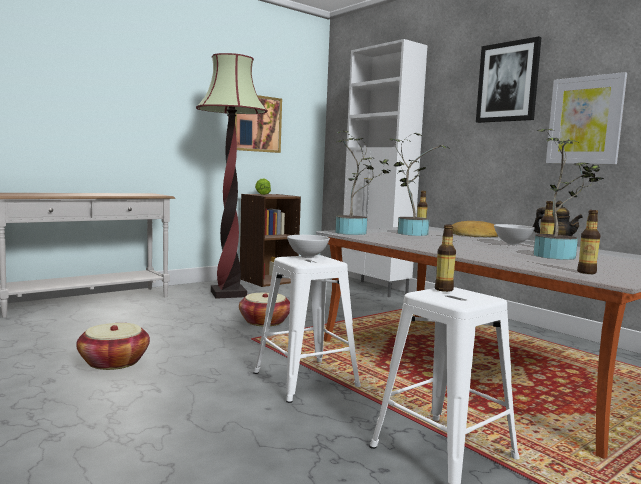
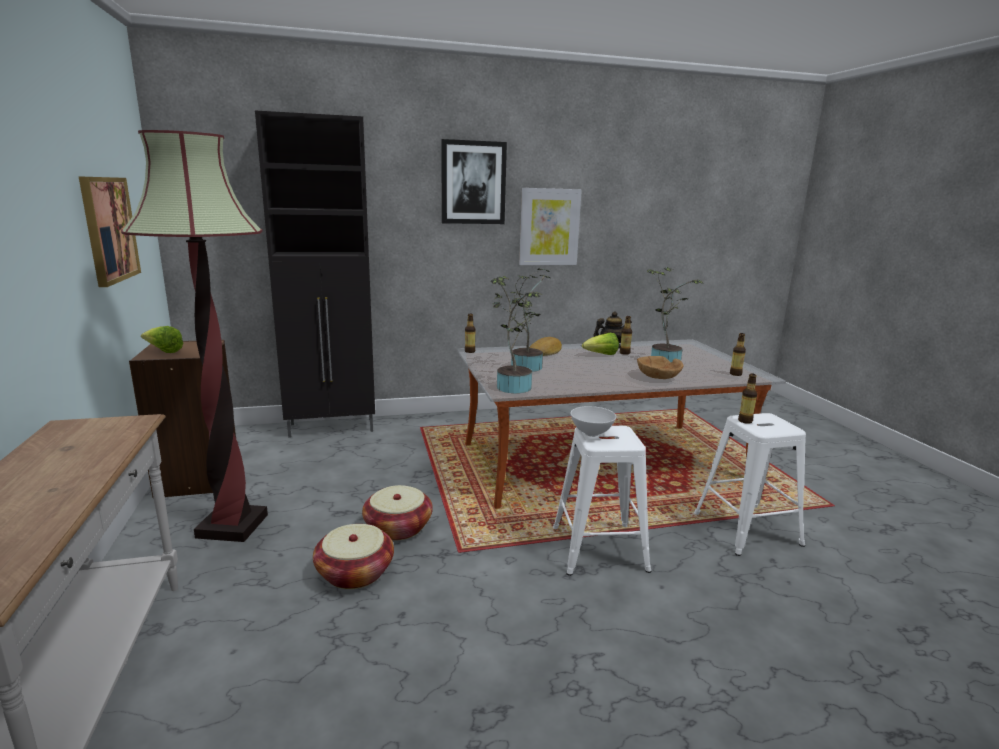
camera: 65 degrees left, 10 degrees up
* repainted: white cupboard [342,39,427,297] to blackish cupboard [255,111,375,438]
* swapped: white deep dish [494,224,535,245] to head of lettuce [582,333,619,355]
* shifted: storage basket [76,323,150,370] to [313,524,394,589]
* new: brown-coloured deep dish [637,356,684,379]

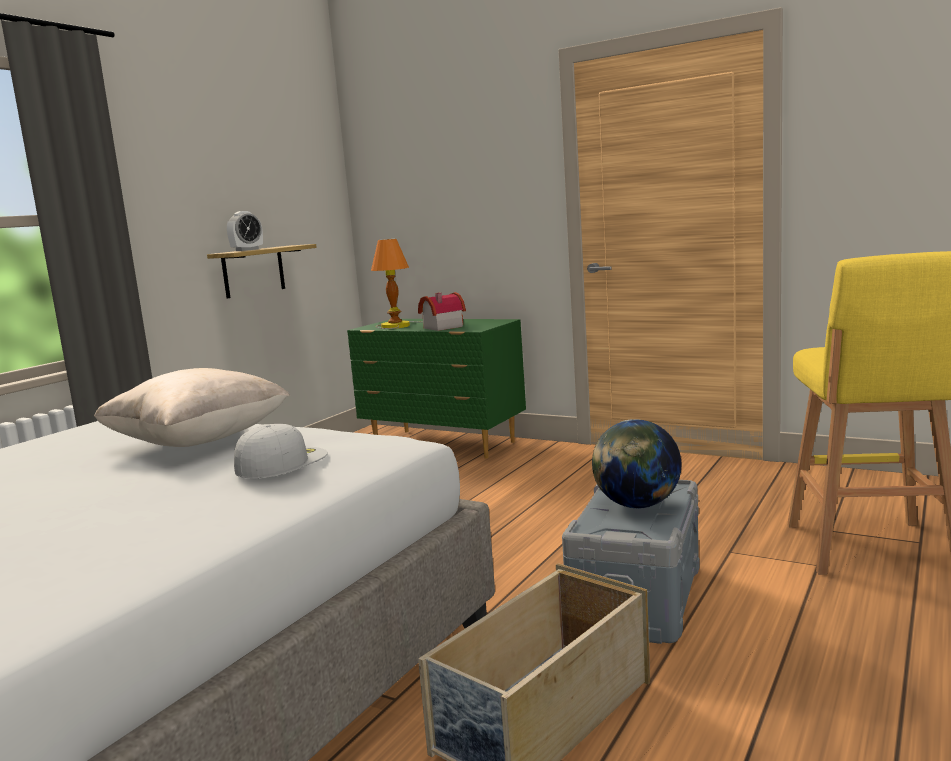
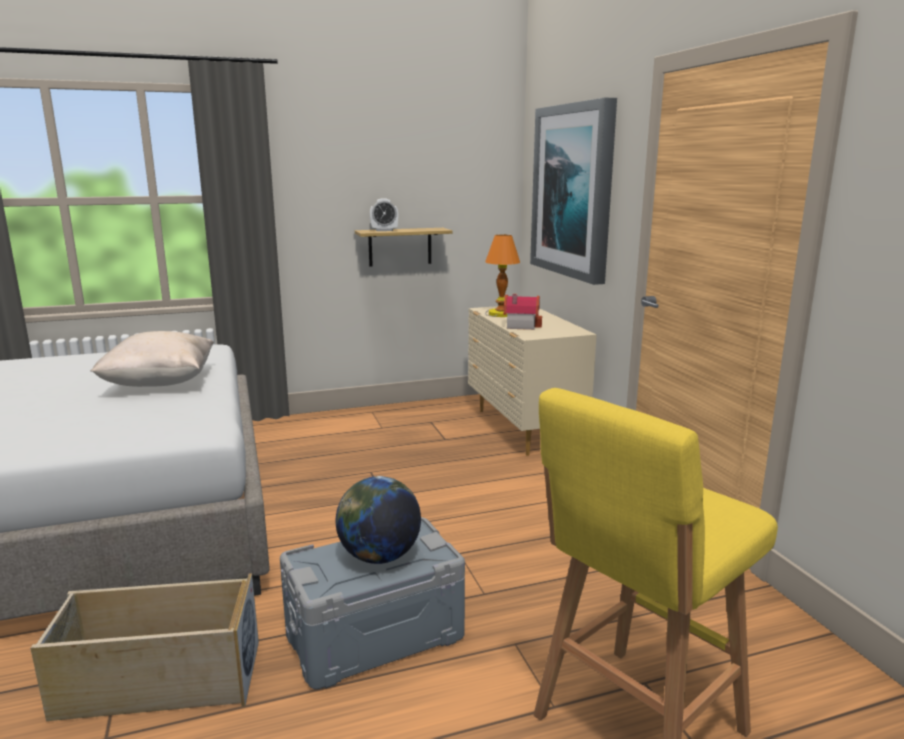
camera: 40 degrees right, 5 degrees up
* repainted: green-coloured chest of drawers [347,319,526,459] to beige chest of drawers [468,306,597,456]
* gone: white cap [234,424,328,478]
* new: wall picture [530,98,617,285]

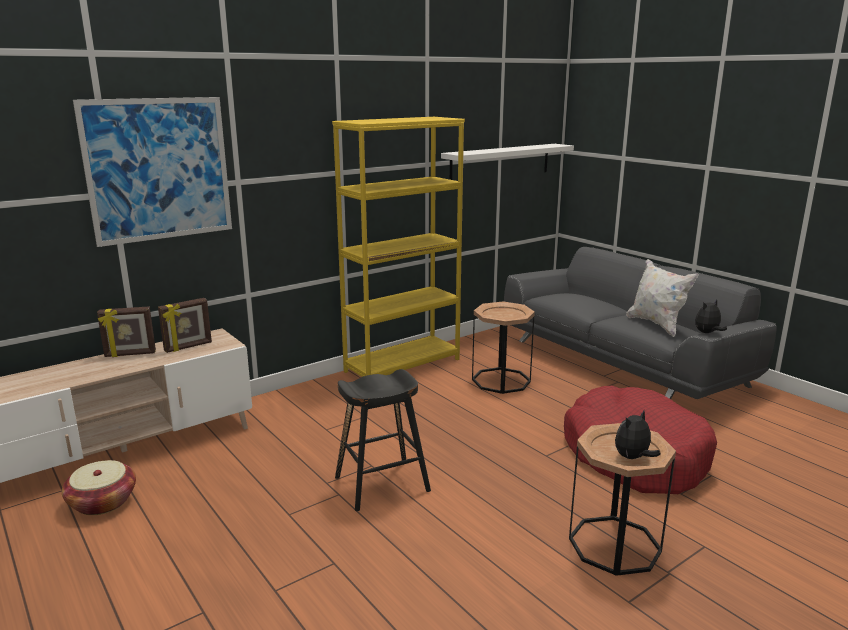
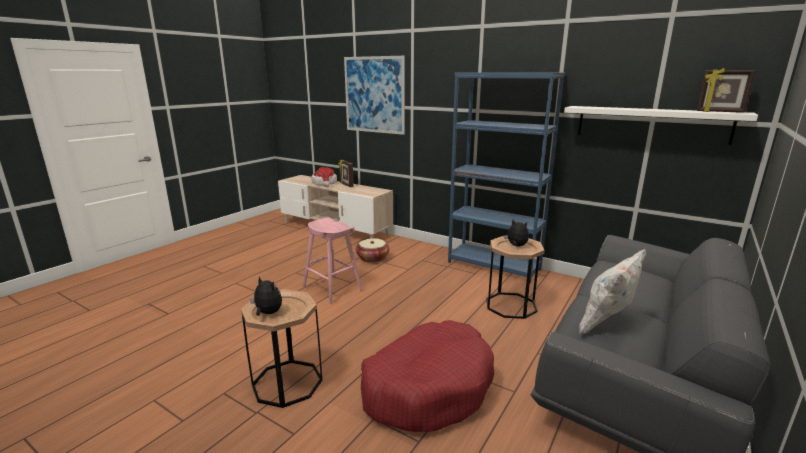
camera: 70 degrees right, 0 degrees up
* repainted: yellowish shelving unit [332,117,465,377] to blue shelving unit [448,72,565,283]
* shifted: picture frame [158,298,212,353] to [697,68,756,113]
* shifted: cuddly toy [695,299,727,333] to [504,220,529,247]
* repainted: blackish stool seat [335,369,431,511] to pink stool seat [303,217,362,304]
* shifted: storage basket [62,460,136,515] to [356,238,390,263]
* new: clothing hat [312,167,337,187]

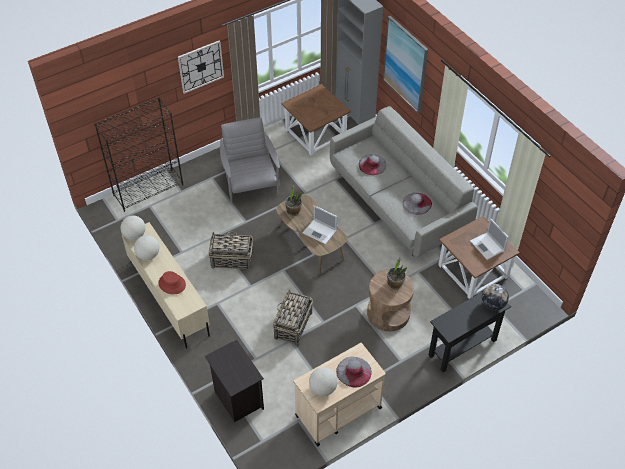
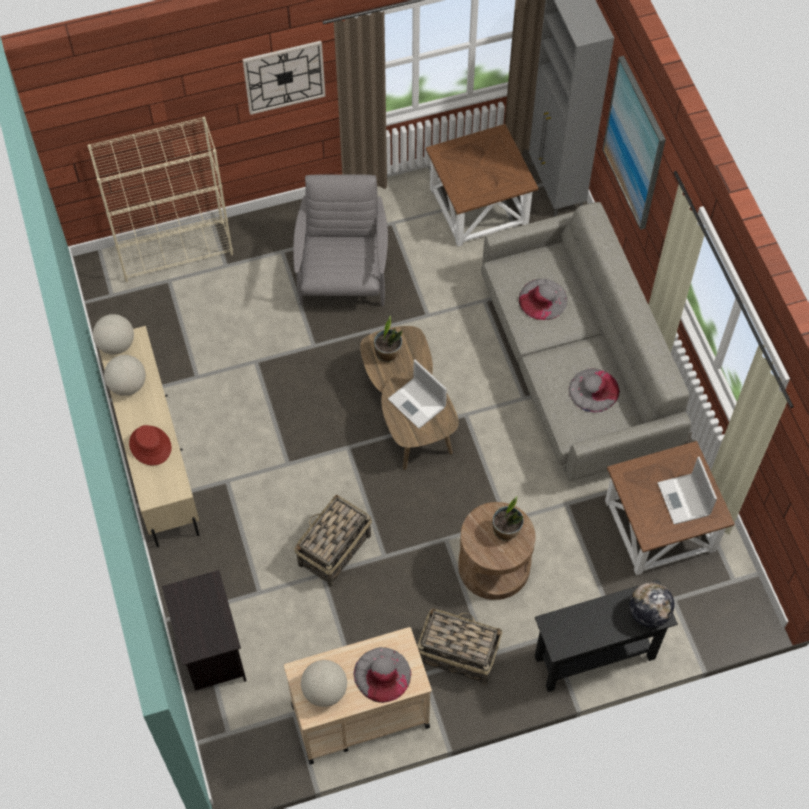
camera: 15 degrees right, 10 degrees up
* repainted: blackish shelving unit [94,97,183,212] to beige shelving unit [88,117,233,282]
* shifted: storage basket [208,231,253,270] to [417,608,503,686]

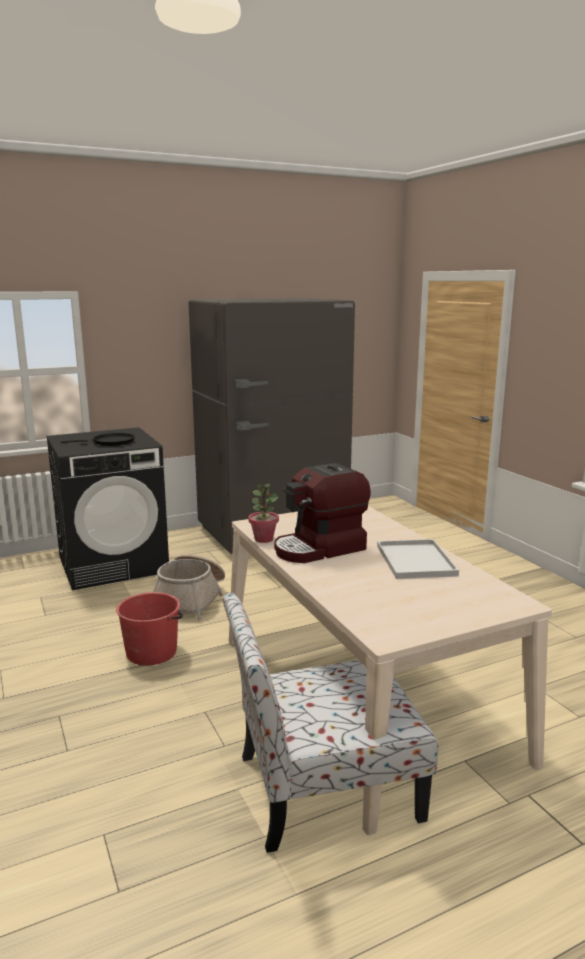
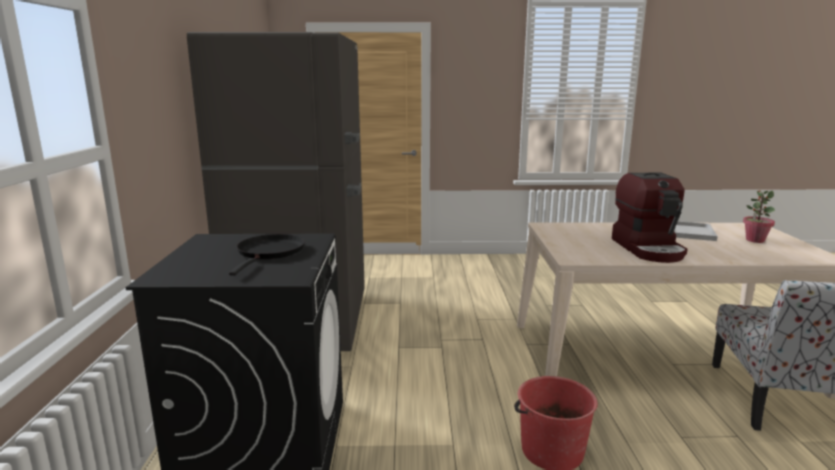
camera: 65 degrees left, 0 degrees up
* shifted: houseplant [248,484,279,543] to [743,190,775,243]
* gone: storage basket [153,554,225,621]

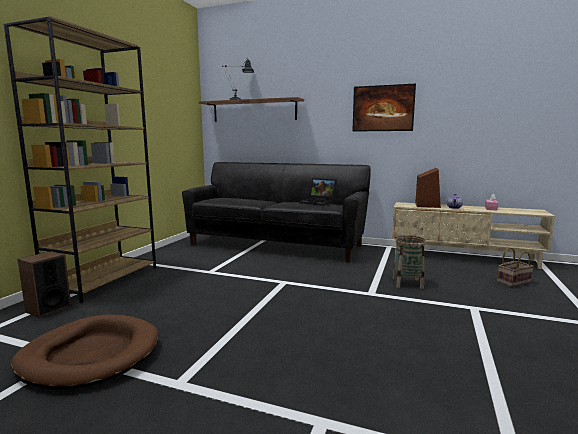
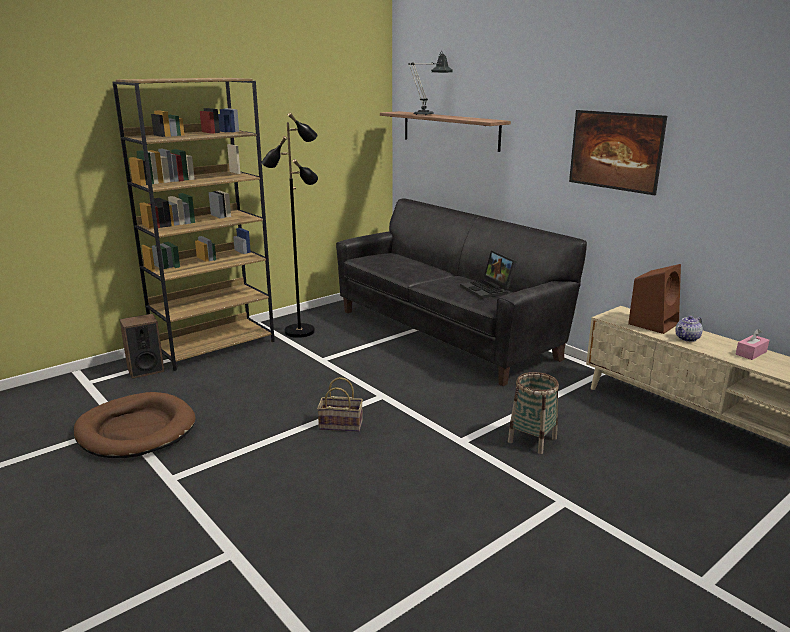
camera: 30 degrees right, 10 degrees up
* shifted: storage basket [497,247,534,287] to [317,377,363,432]
* new: blackish floor lamp [262,112,318,338]

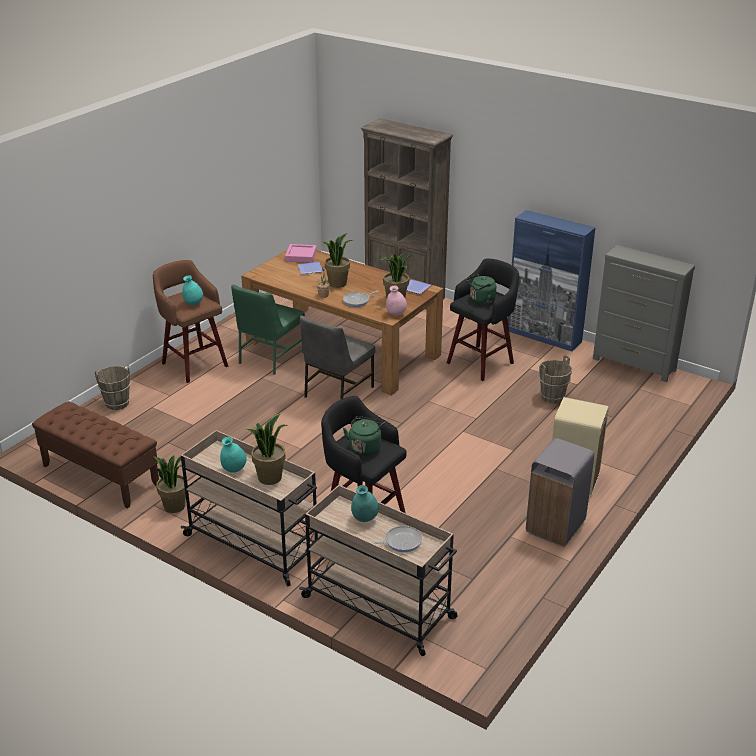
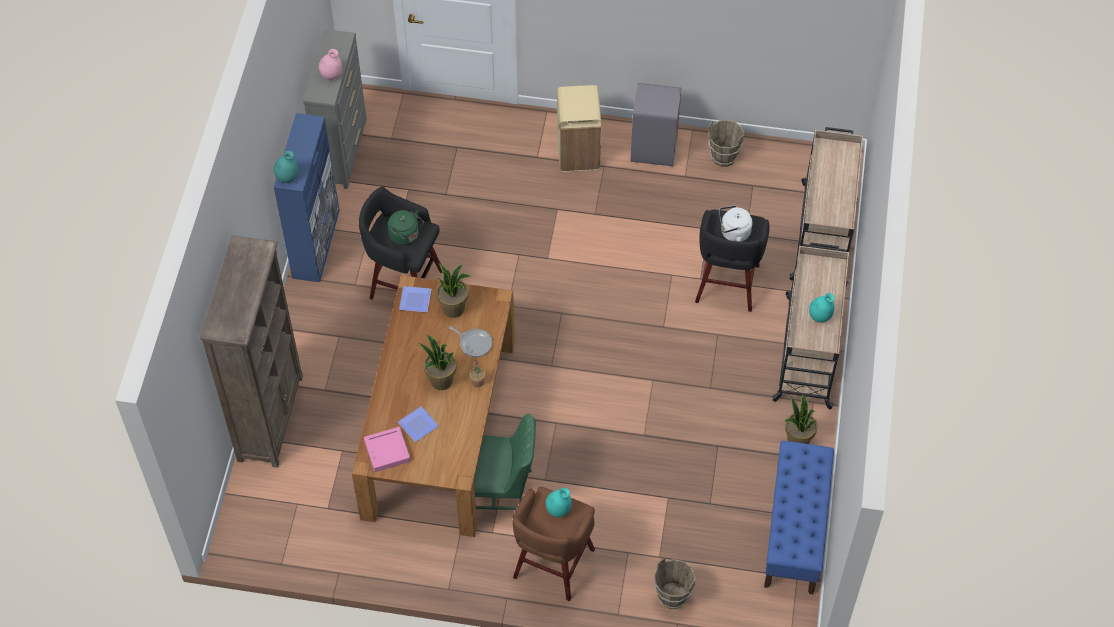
camera: 115 degrees left, 25 degrees up
* shifted: pink decorative vase [386,286,407,316] to [319,49,342,80]
* gone: gray plain chair [300,316,375,400]
* shifted: brown-coloured water bucket [539,355,572,403] to [708,120,744,167]
* repainted: brown-coloured indoor bench [32,401,159,508] to blue indoor bench [764,441,834,594]
* gone: houseplant [246,414,288,485]
* repainted: green-coloured tea kettle [343,416,385,456] to white tea kettle [719,205,752,242]
* shifted: turquoise-coloured decorative vase [351,485,379,522] to [274,151,298,183]
* gone: pan [371,526,422,552]

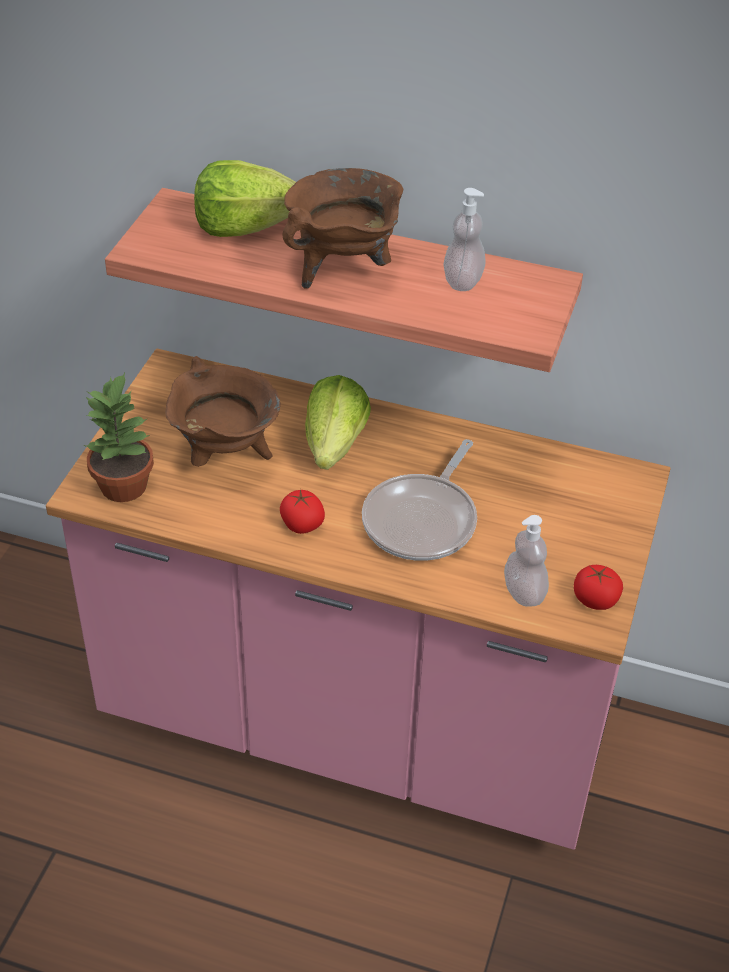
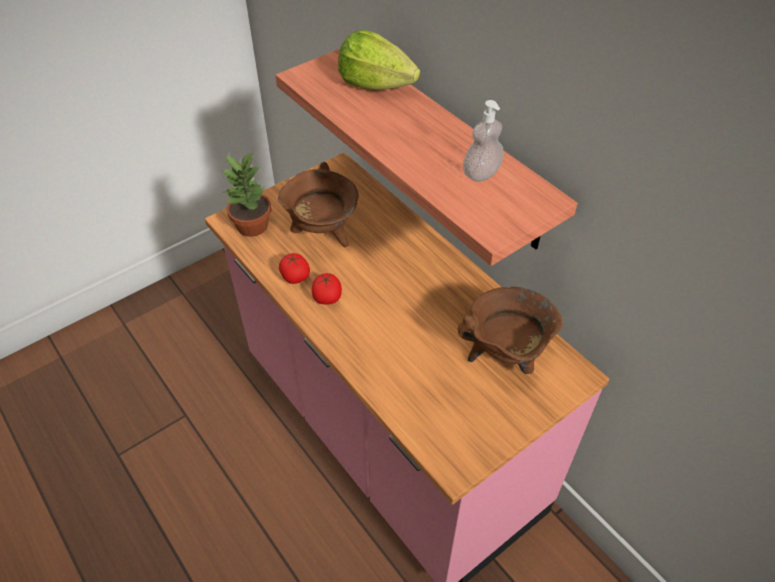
camera: 35 degrees right, 5 degrees up
* shifted: brown-coloured cooking pot [282,168,404,288] to [458,287,563,374]
* gone: head of lettuce [305,375,371,470]
* gone: pan [362,439,477,561]
* gone: liquid soap bottle [504,515,549,607]
* shifted: tomato [574,565,623,610] to [279,253,310,284]

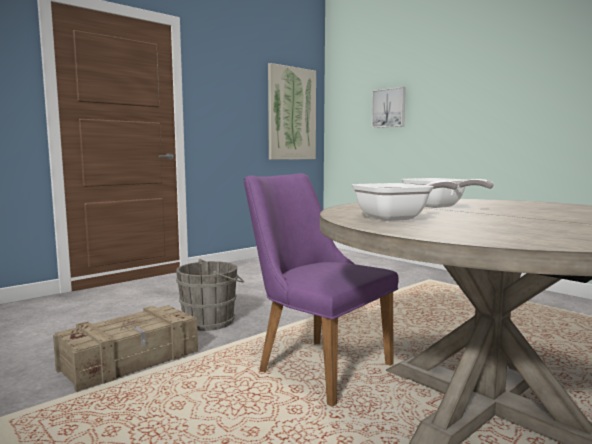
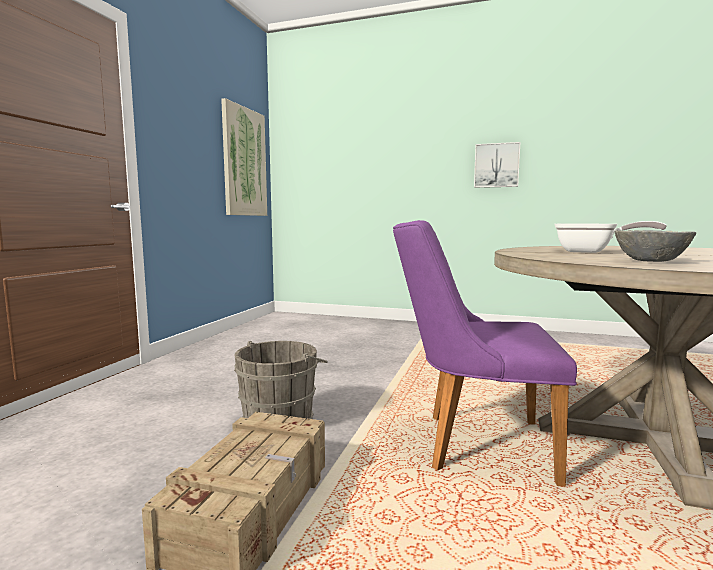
camera: 30 degrees left, 0 degrees up
* shifted: wall picture [372,87,406,128] to [474,142,520,188]
* swapped: pan [352,181,458,221] to gray deep dish [615,230,696,262]

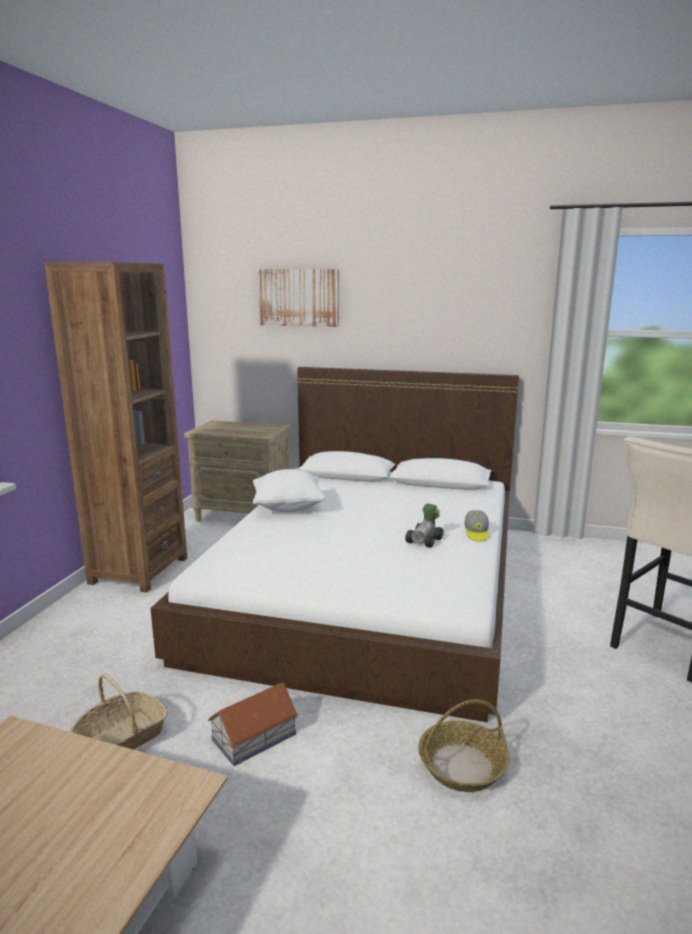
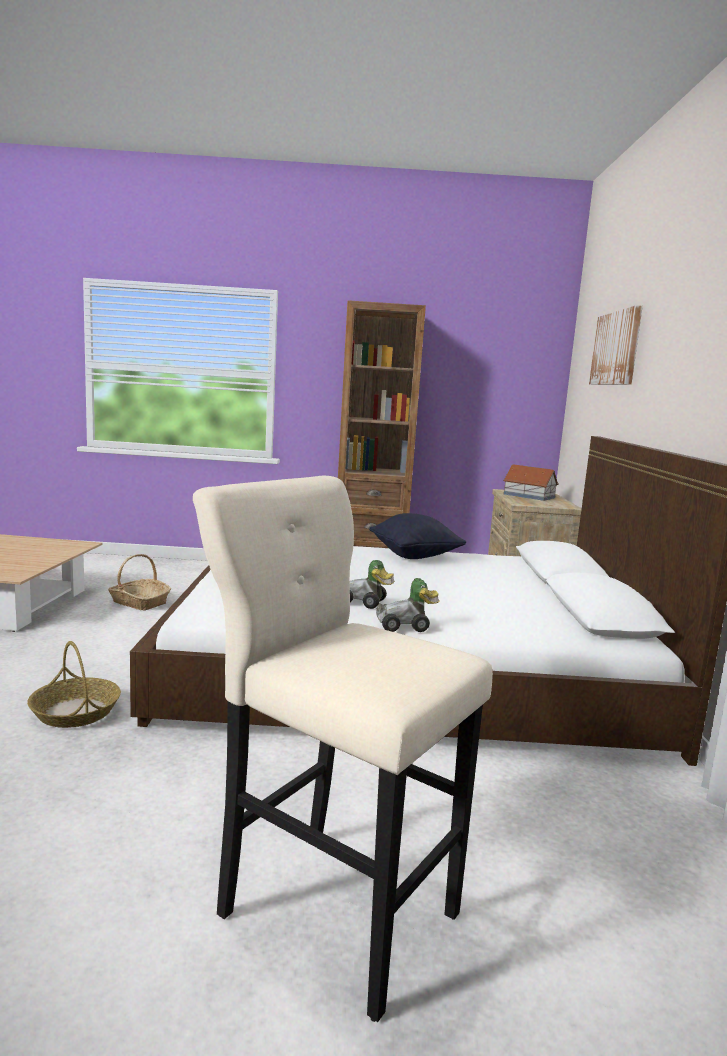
camera: 75 degrees right, 5 degrees down
* repainted: white pillow [253,469,326,512] to blackish pillow [369,513,466,559]
* swapped: cap [464,510,489,542] to model car [376,578,440,632]
* shifted: toy house [208,682,299,766] to [503,464,559,501]

